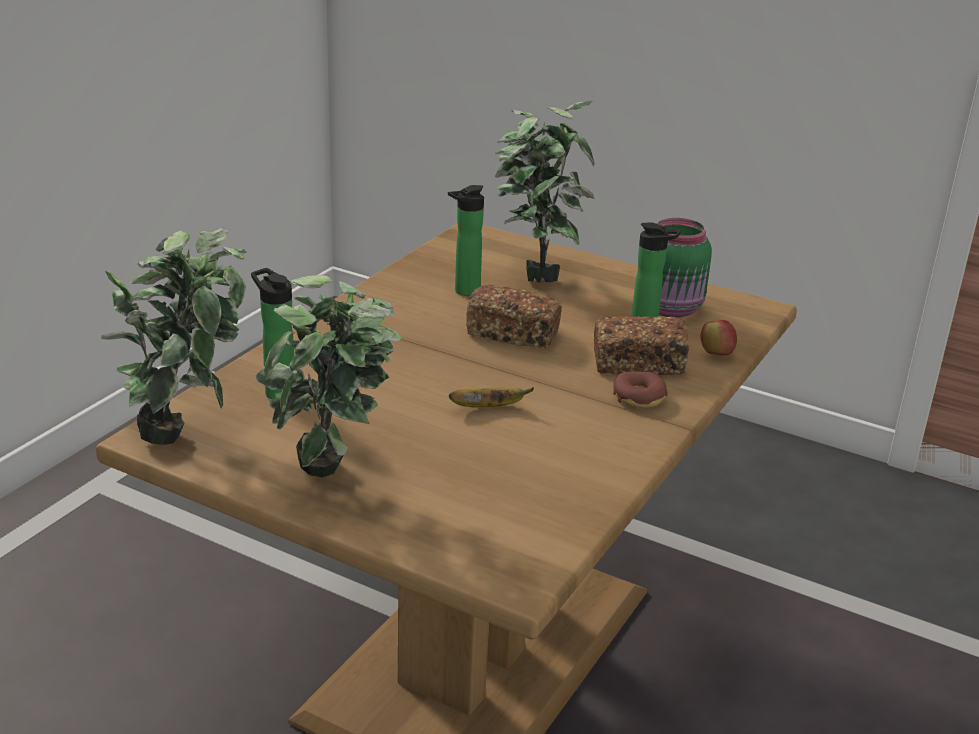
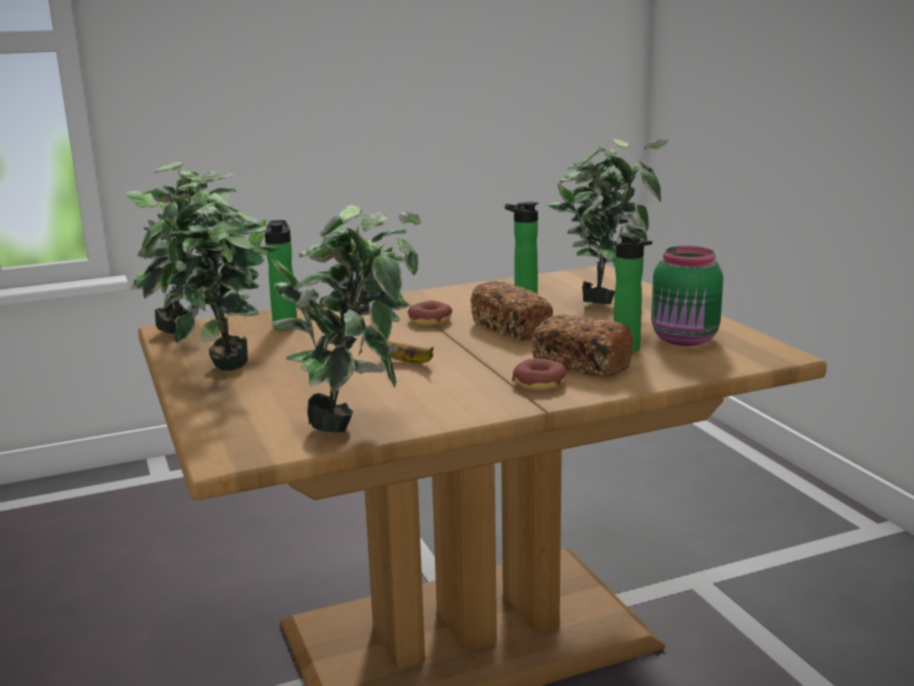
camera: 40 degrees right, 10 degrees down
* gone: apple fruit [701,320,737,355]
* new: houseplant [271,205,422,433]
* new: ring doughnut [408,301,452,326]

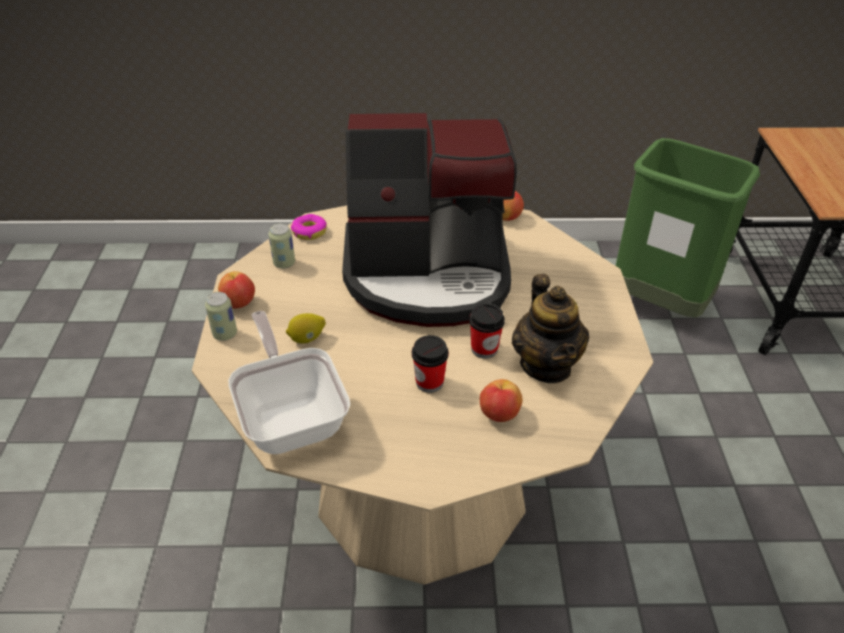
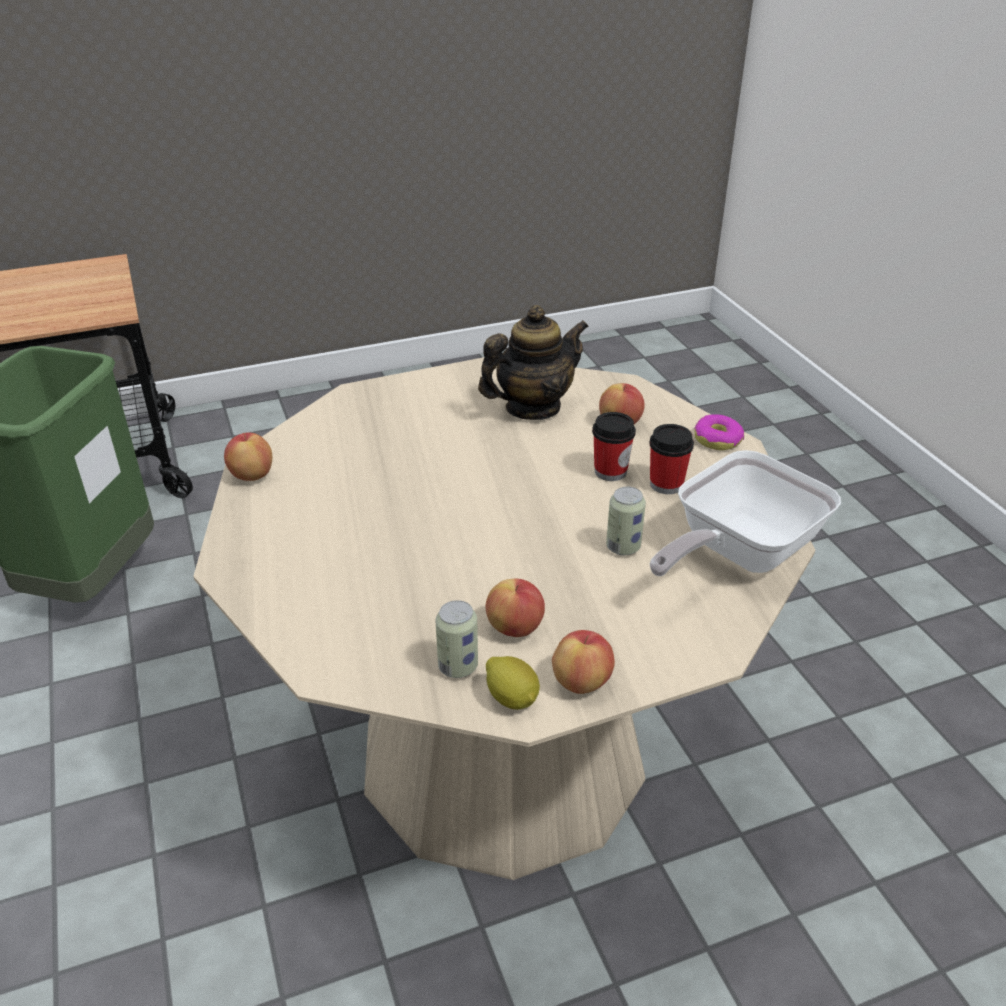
camera: 110 degrees left, 5 degrees down
* gone: coffee maker [342,113,517,327]
* shifted: ring doughnut [291,214,327,240] to [694,414,744,450]
* shifted: can [205,292,237,341] to [606,487,646,555]
* shifted: drinking cup [469,303,505,359] to [649,424,694,494]
* shifted: citrus fruit [286,313,325,344] to [486,656,540,709]
* new: apple fruit [486,579,545,637]

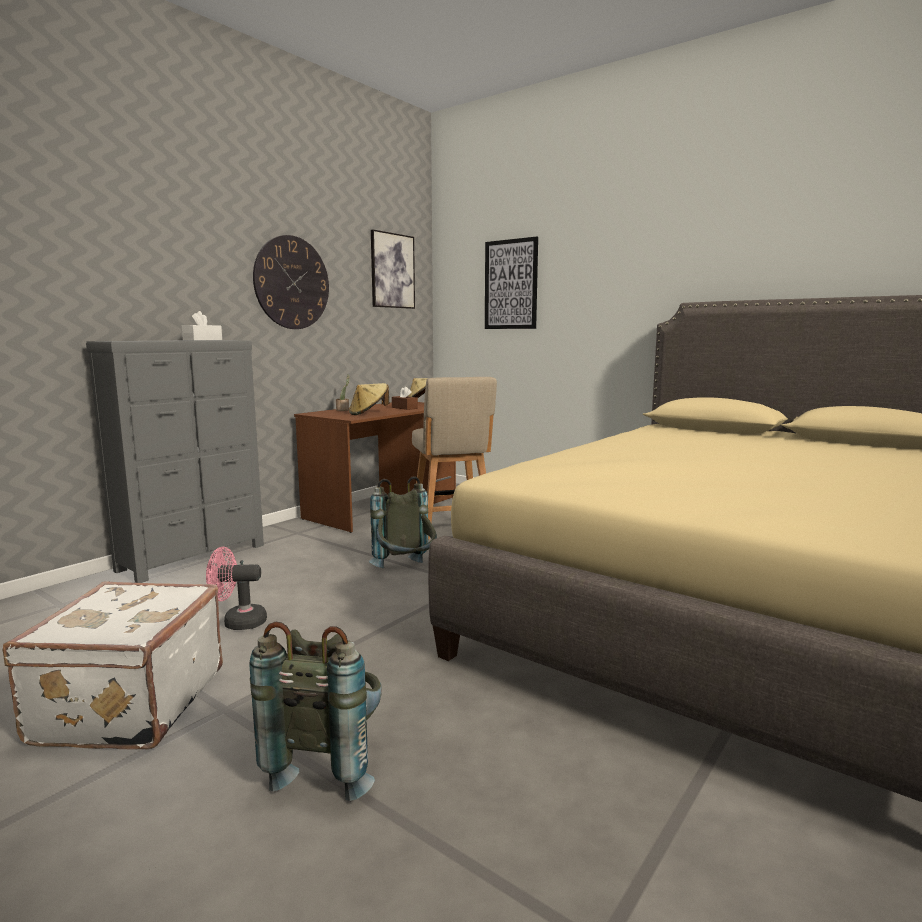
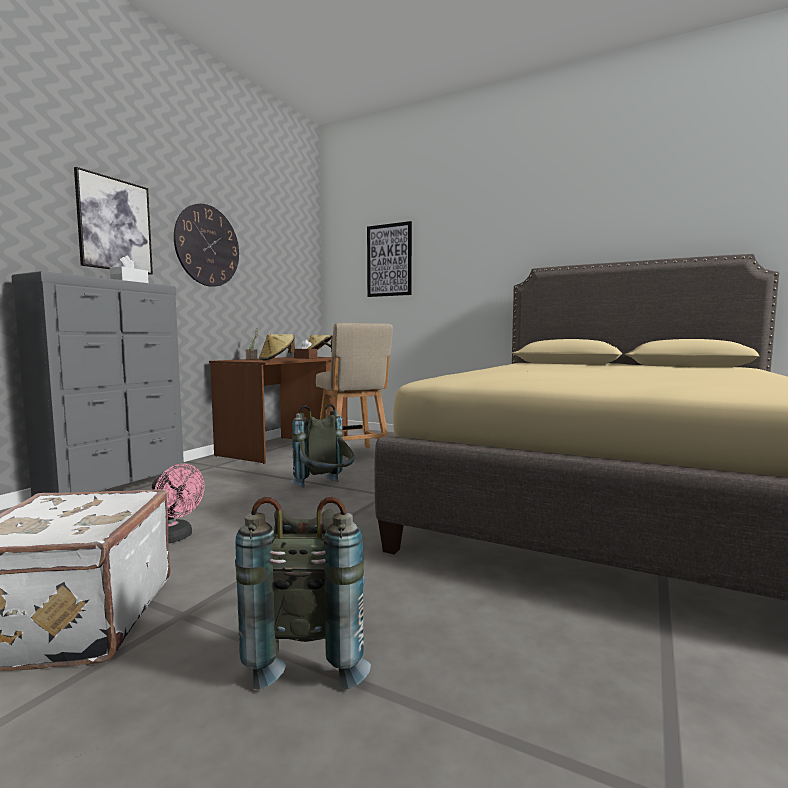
camera: 10 degrees left, 5 degrees down
* shifted: wall picture [371,230,415,309] to [74,167,153,275]
* rotated: pink electric fan [206,547,267,630] = [152,464,205,543] 135 degrees counterclockwise

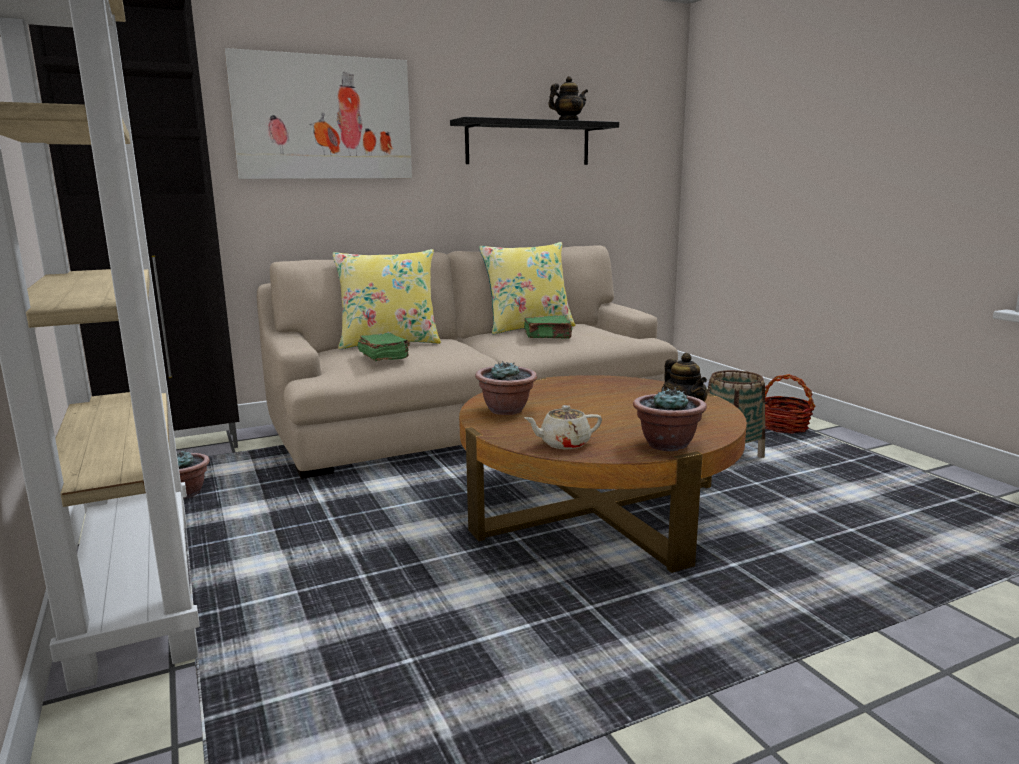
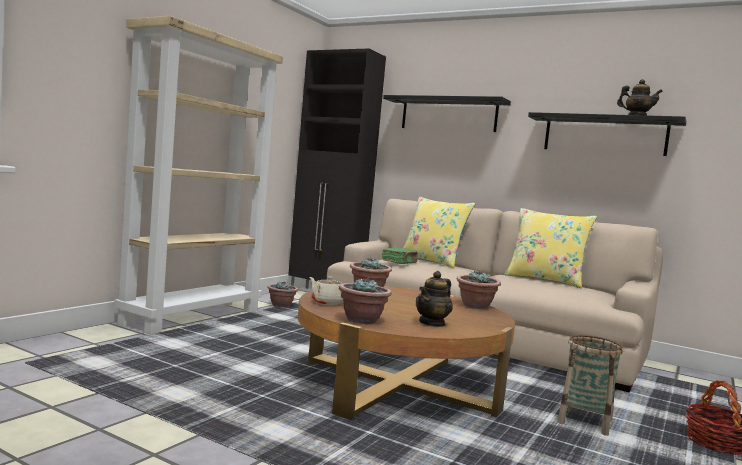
camera: 55 degrees right, 10 degrees down
* swapped: wall picture [225,48,412,179] to blackish wall shelf [383,95,511,132]
* gone: green-coloured bound book [524,315,572,338]
* new: houseplant [457,271,501,309]

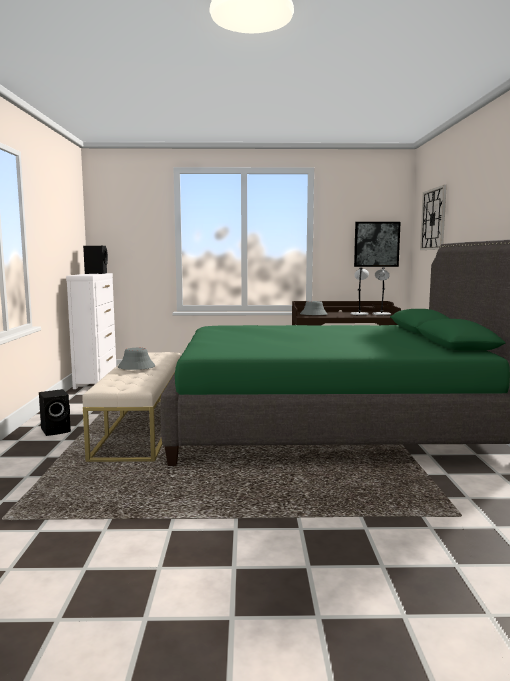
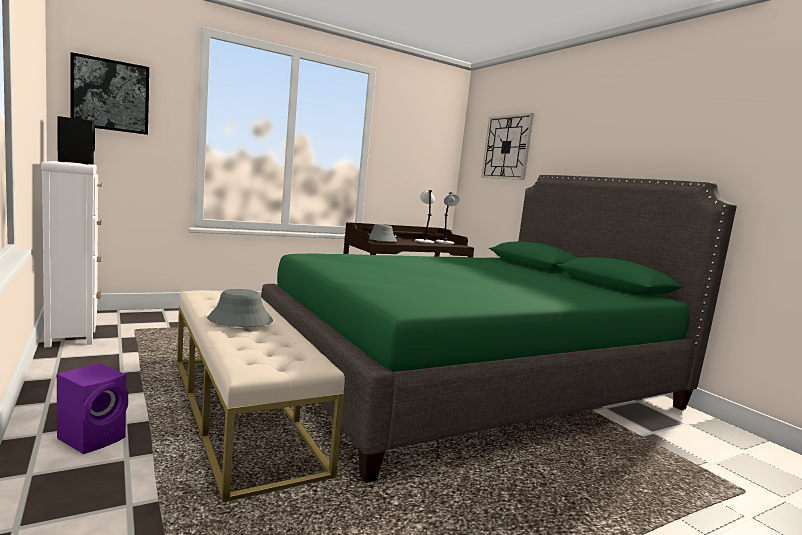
camera: 30 degrees left, 0 degrees up
* shifted: wall picture [354,222,401,267] to [70,52,149,135]
* repainted: blackish loudspeaker [39,389,71,436] to purple loudspeaker [57,363,128,454]

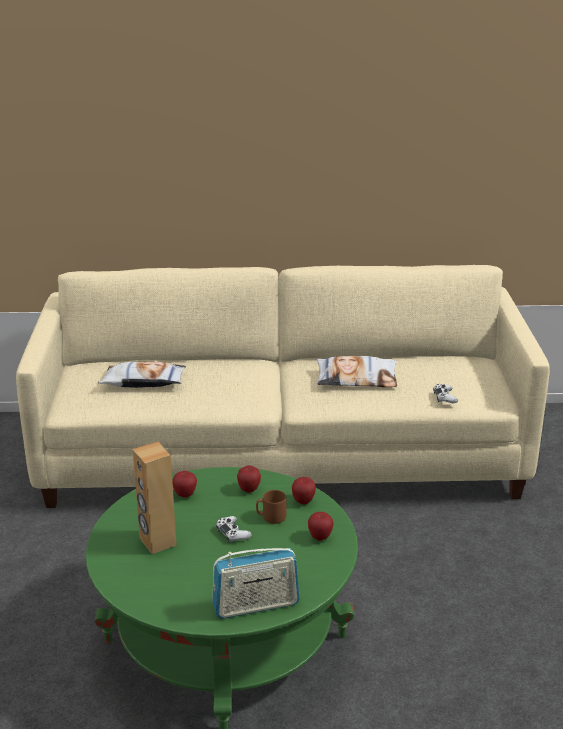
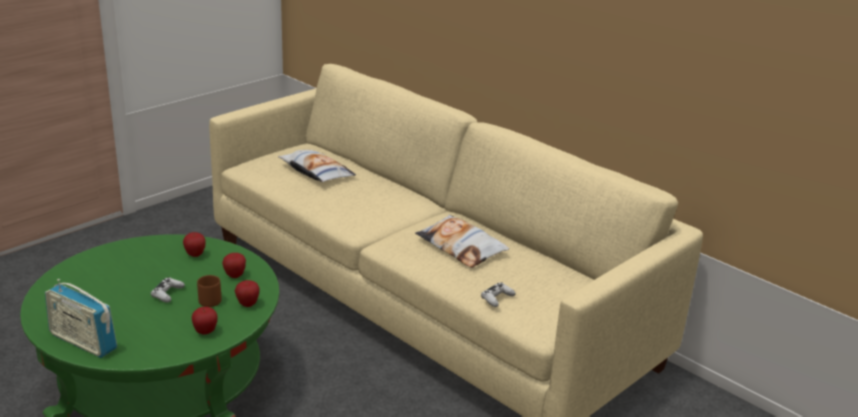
camera: 45 degrees right, 0 degrees up
* gone: brown-coloured loudspeaker [133,442,177,554]

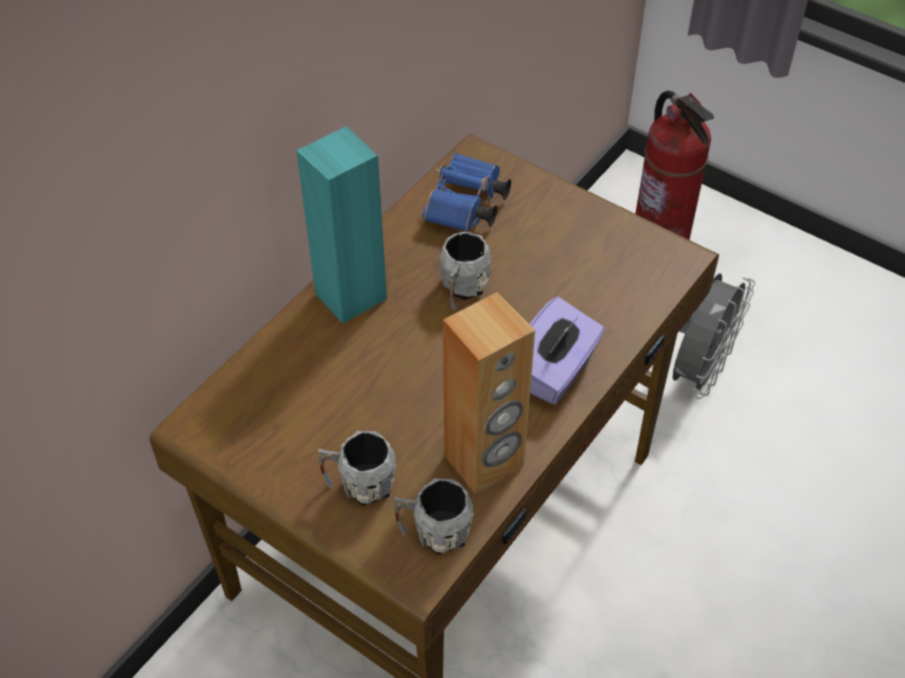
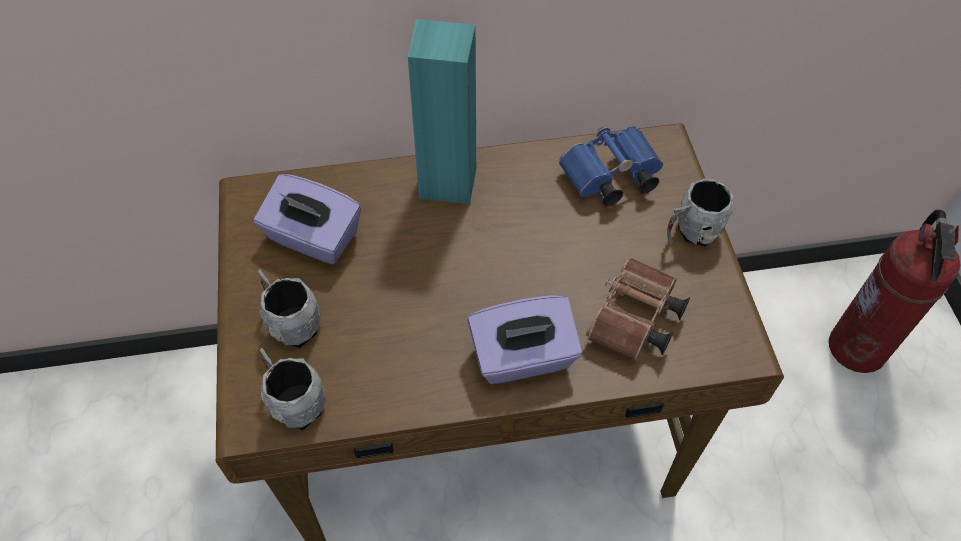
camera: 45 degrees right, 5 degrees up
* shifted: gray coffee mug [440,232,491,311] to [667,179,734,247]
* gone: gray electric fan [673,273,755,399]
* gone: brown-coloured loudspeaker [443,292,535,494]
* new: purple tissue holder [254,174,361,264]
* new: brown-coloured field glasses [586,258,690,360]

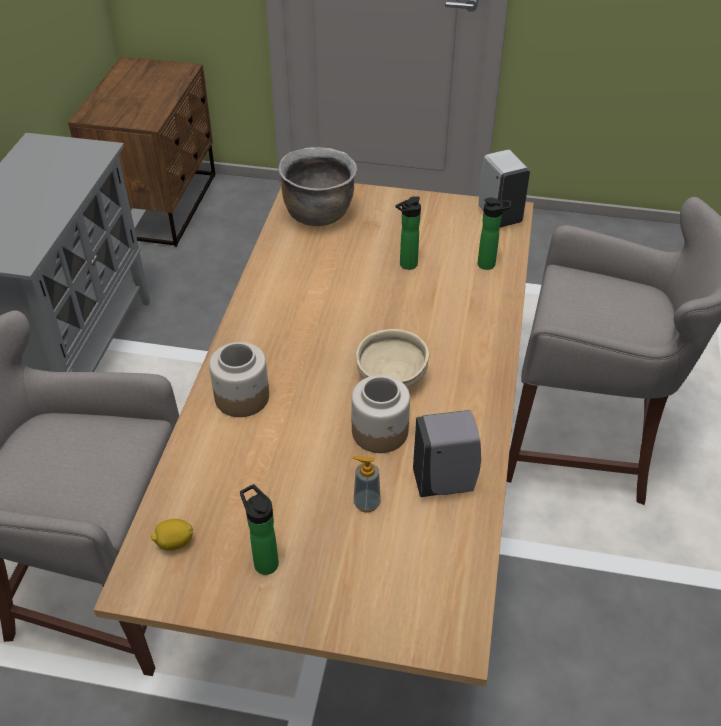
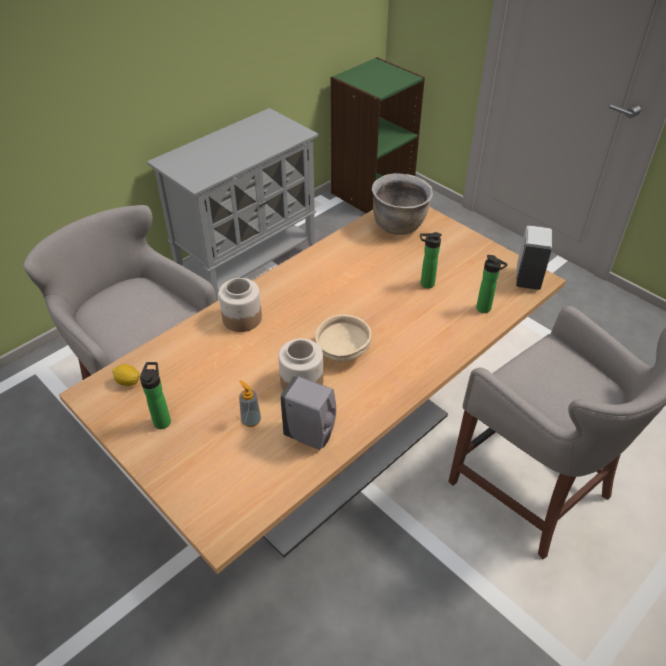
camera: 35 degrees right, 0 degrees up
* swapped: brown-coloured night table [68,57,215,247] to green-coloured shelving unit [330,57,425,213]

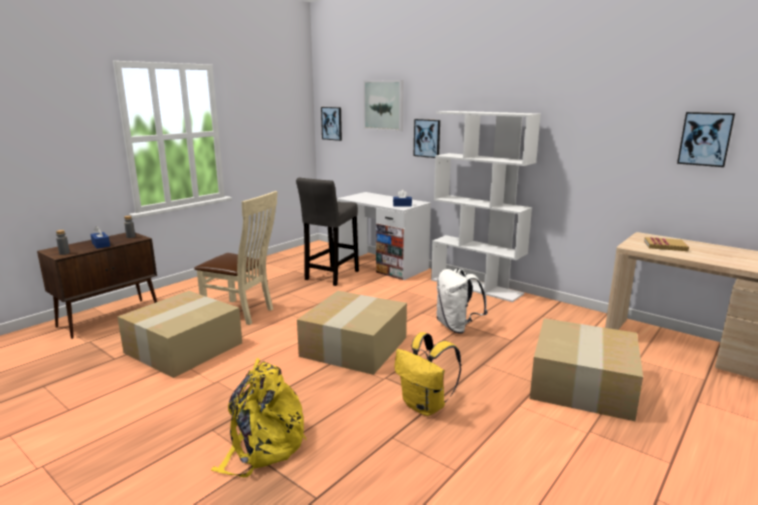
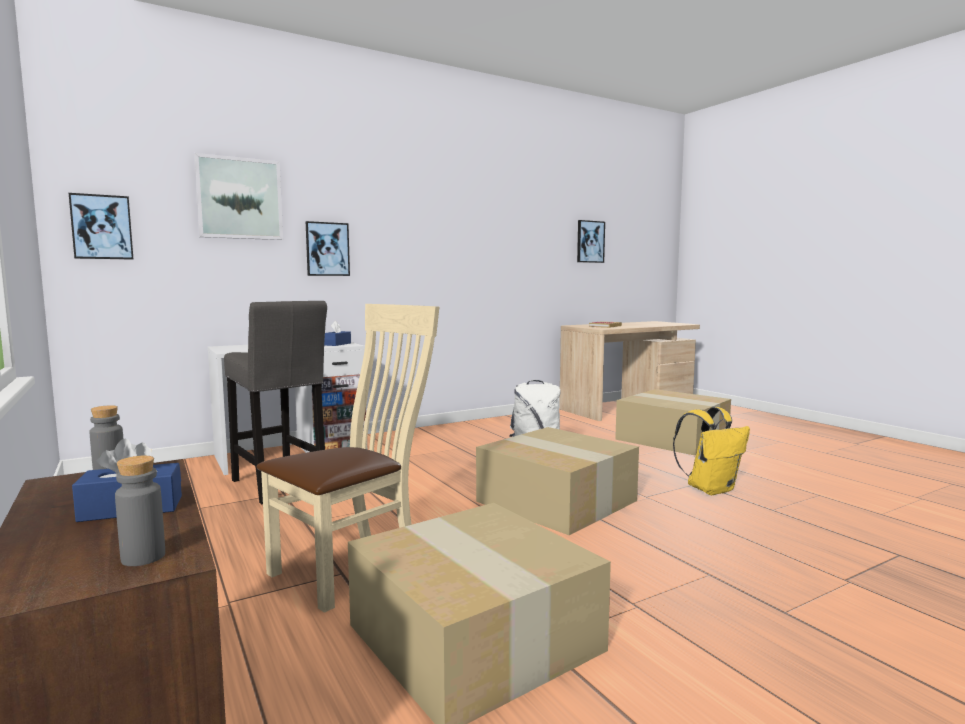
camera: 70 degrees left, 10 degrees down
* gone: white shelving unit [431,111,541,302]
* gone: yellowish knapsack [211,358,306,477]

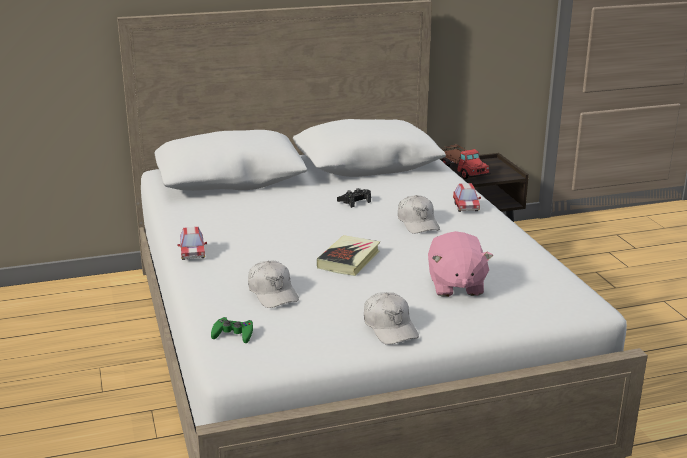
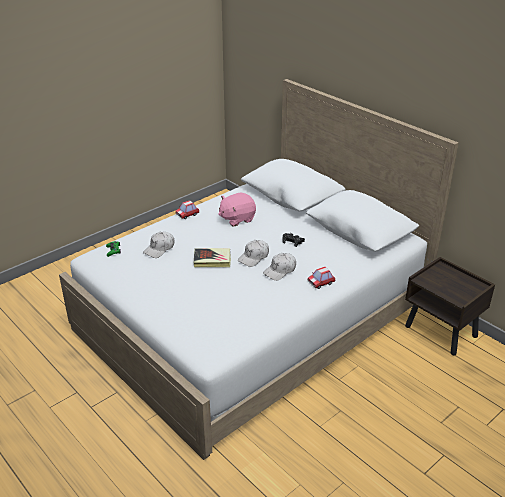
camera: 65 degrees right, 10 degrees up
* gone: model truck [441,144,491,179]
* shifted: pink cuddly toy [428,231,493,297] to [218,193,256,227]
* shifted: white cap [364,292,419,345] to [238,240,269,267]

